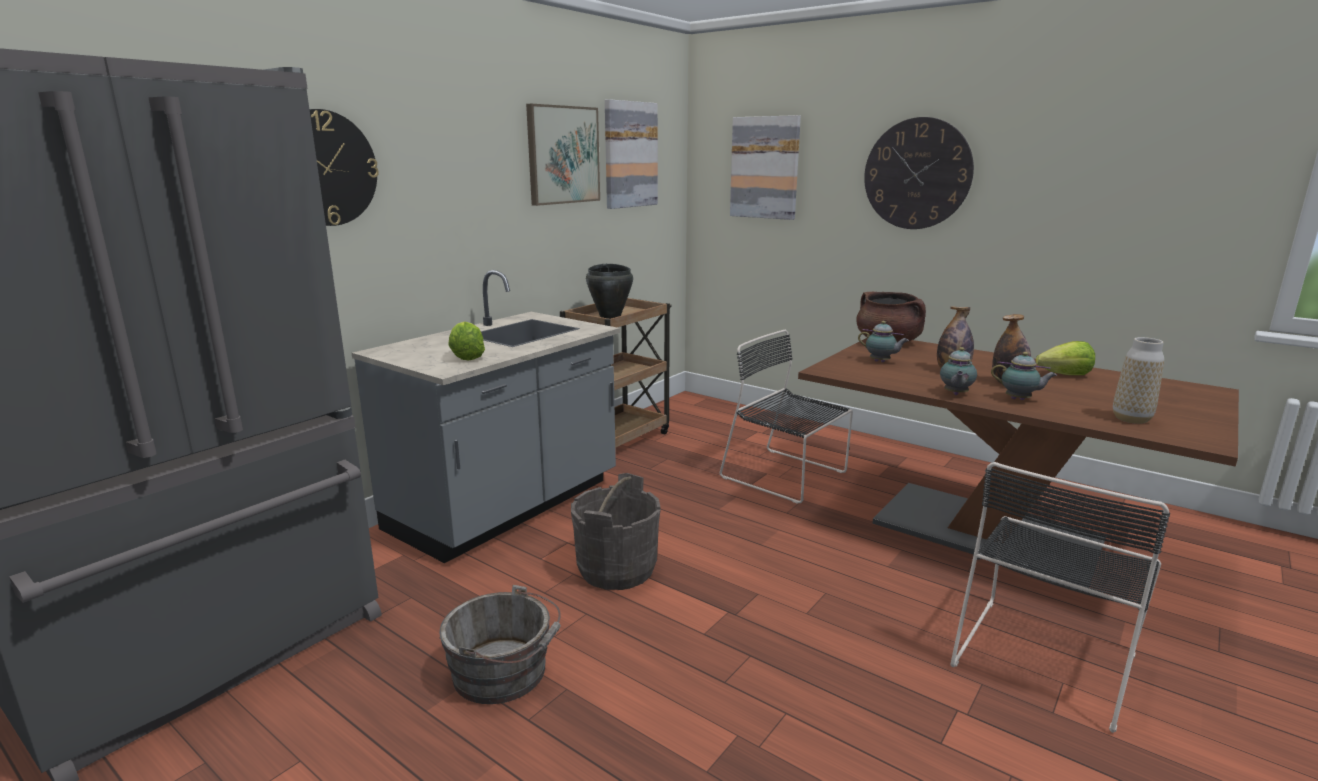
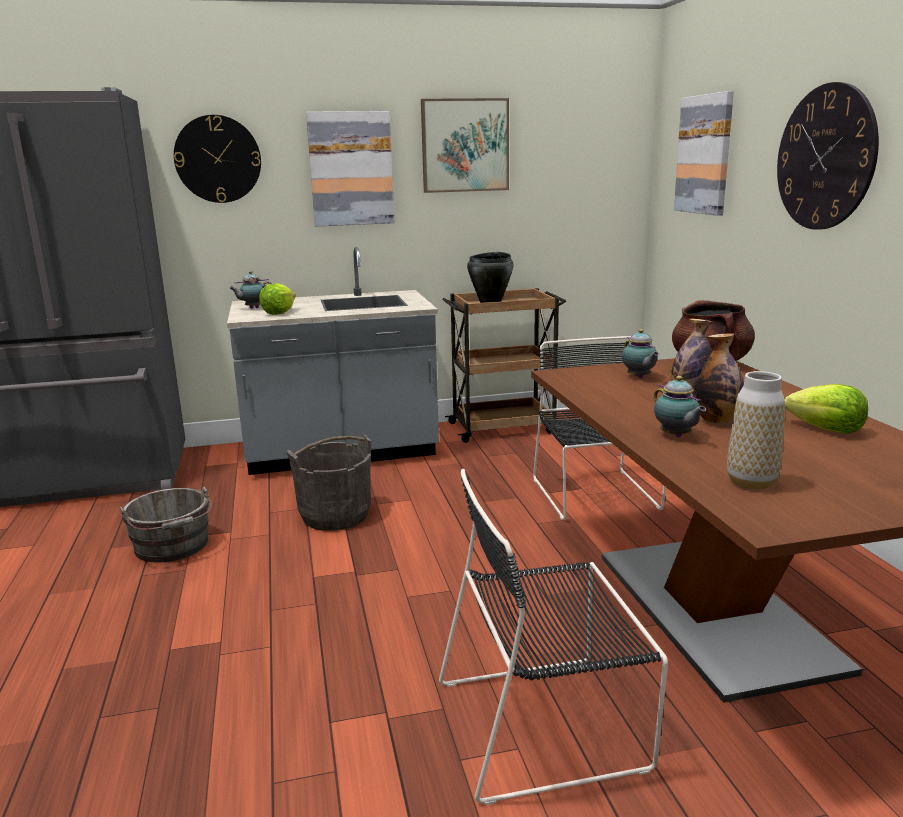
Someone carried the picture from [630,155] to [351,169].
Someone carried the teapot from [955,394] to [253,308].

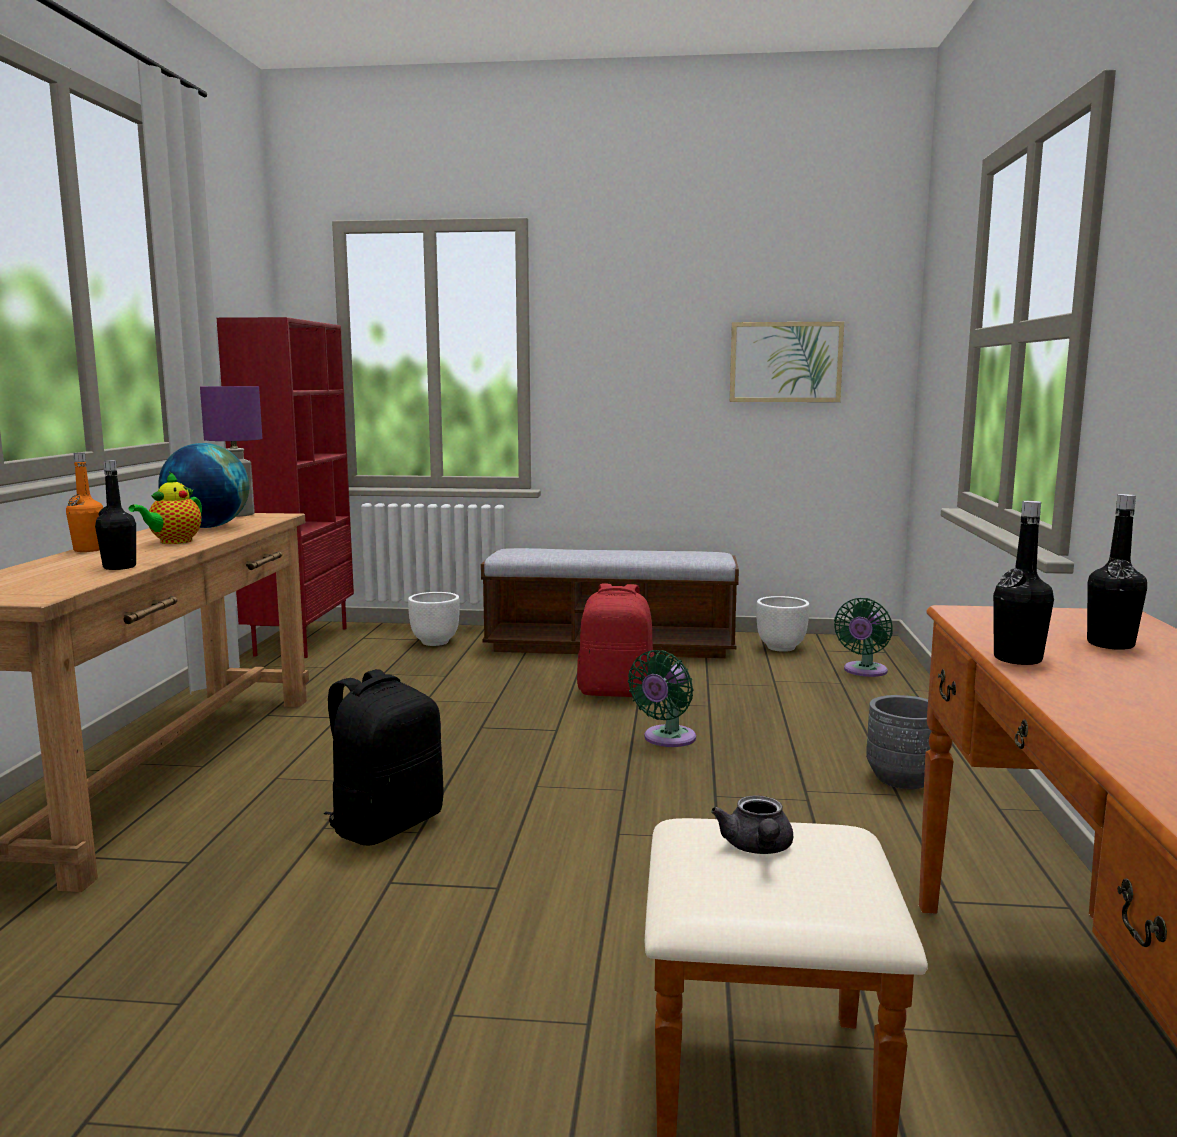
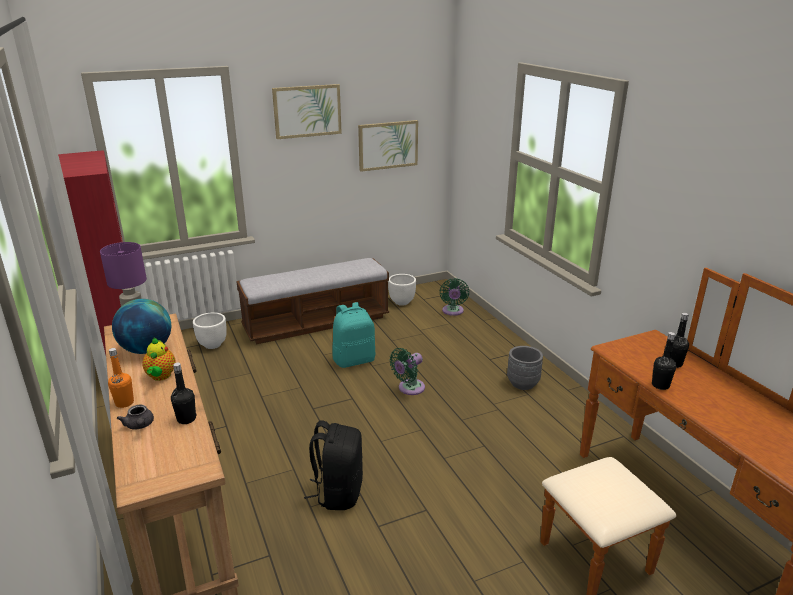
Someone repainted the red backpack at [616,692], which became the turquoise backpack at [354,360].
Someone rotated the green fan at [666,739] by 45 degrees clockwise.
Someone carried the grey teapot from [757,848] to [139,426].
Someone put up the picture at [307,111].

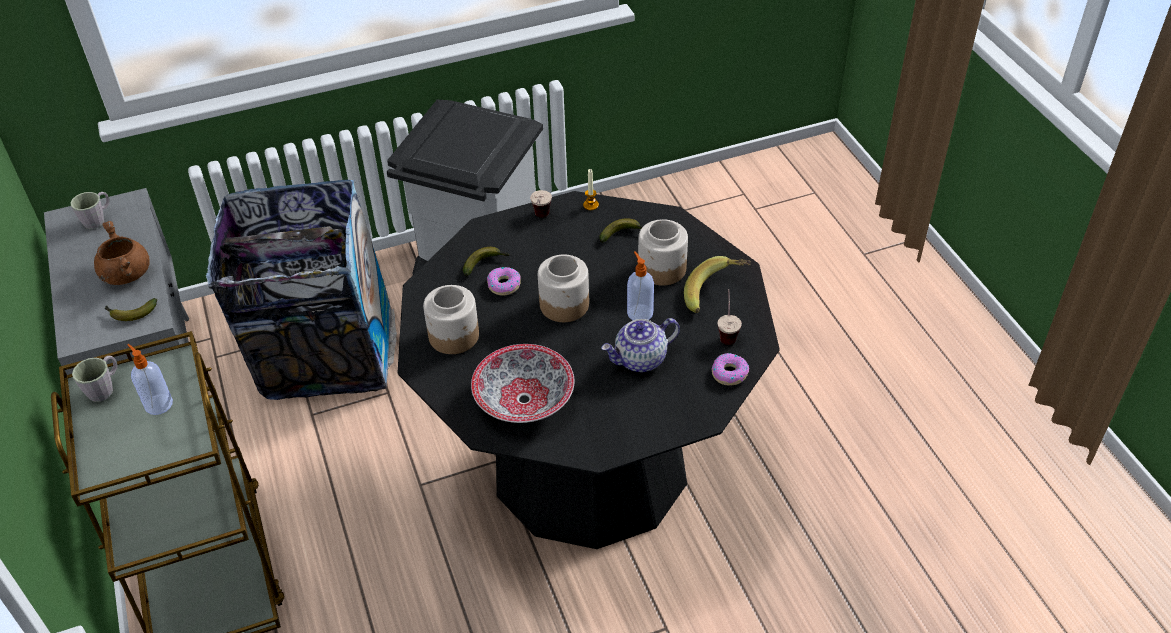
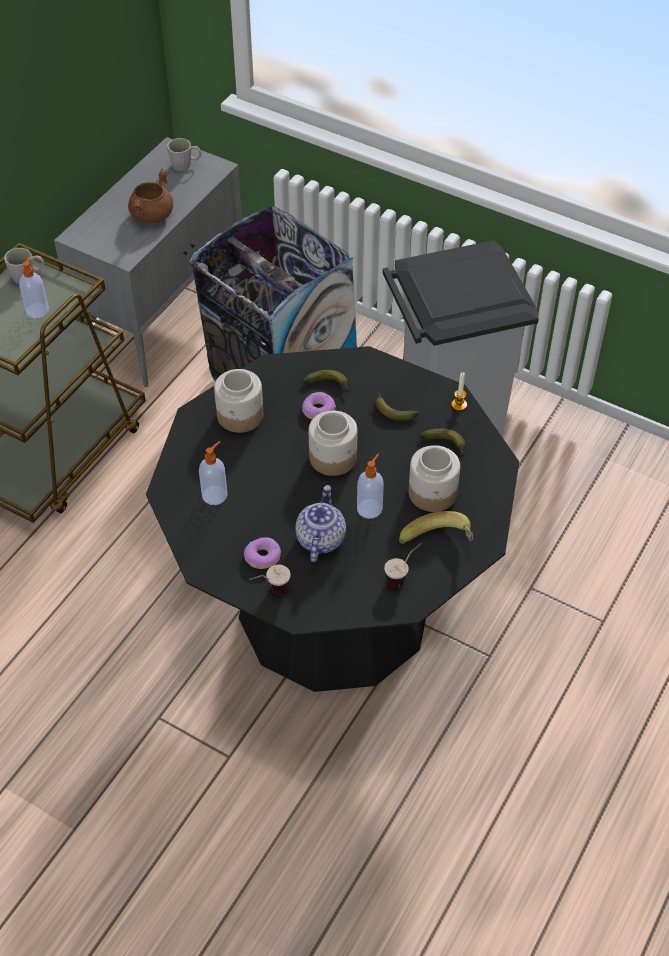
Someone carried the banana from [130,313] to [392,410].
Someone swapped the bowl at [523,400] for the soap dispenser at [215,495].
Someone carried the cup from [540,219] to [270,592].
Someone rotated the teapot at [640,360] by 75 degrees clockwise.
Someone carried the donut from [729,373] to [262,556].

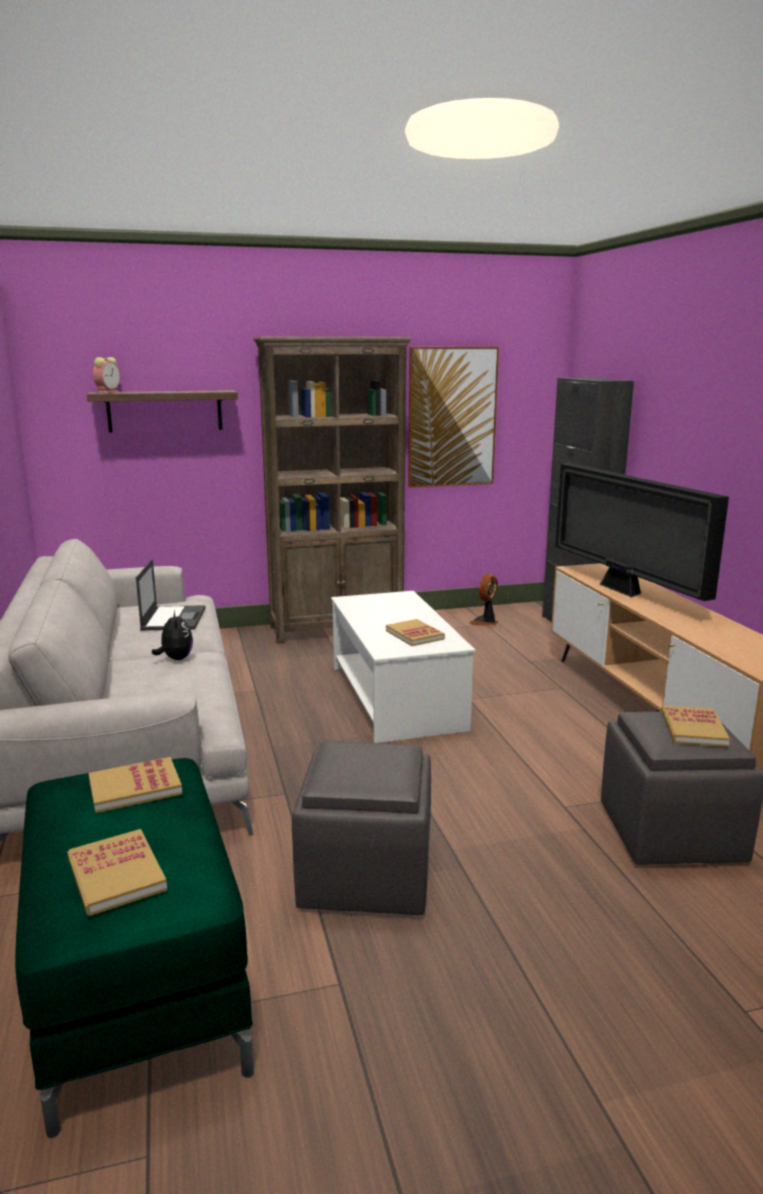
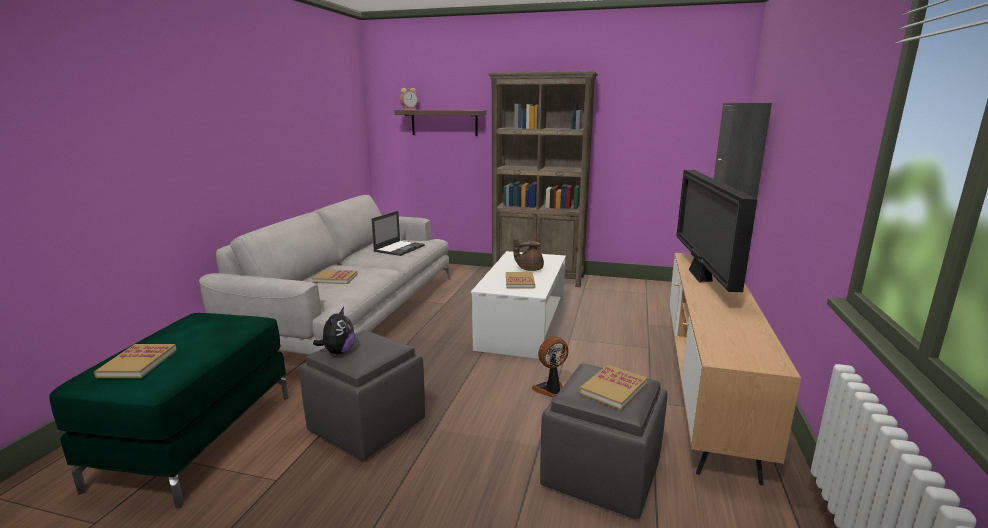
Someone carried the book from [135,788] to [335,278].
Someone carried the plush toy from [176,659] to [338,352].
Someone took away the picture at [451,417].
Someone carried the fan from [485,622] to [551,390].
Someone put down the brown teapot at [529,269].

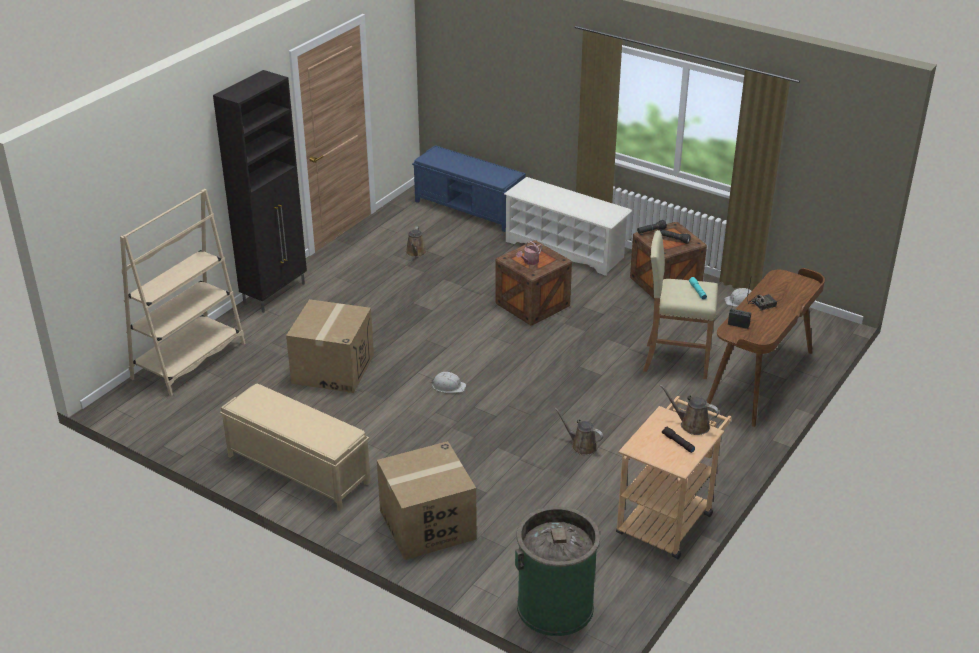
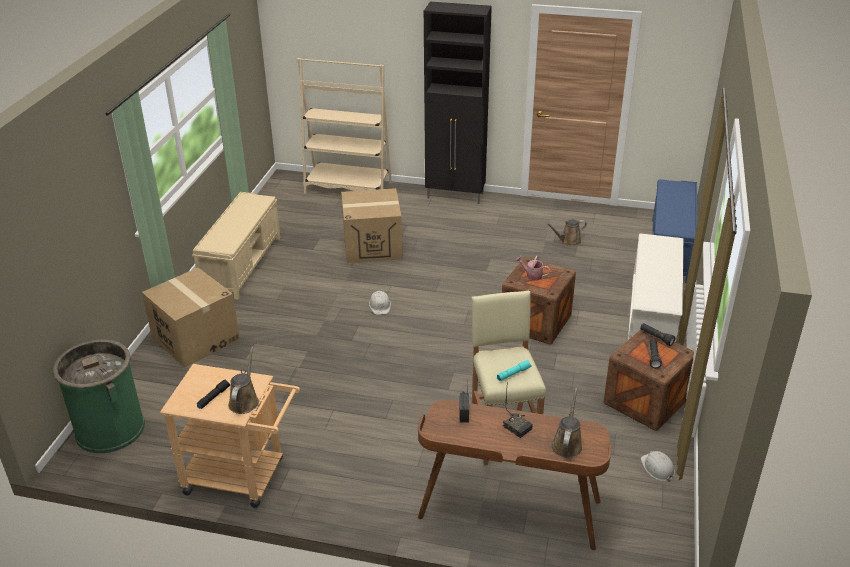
Someone carried the brown watering can from [581,446] to [567,444].

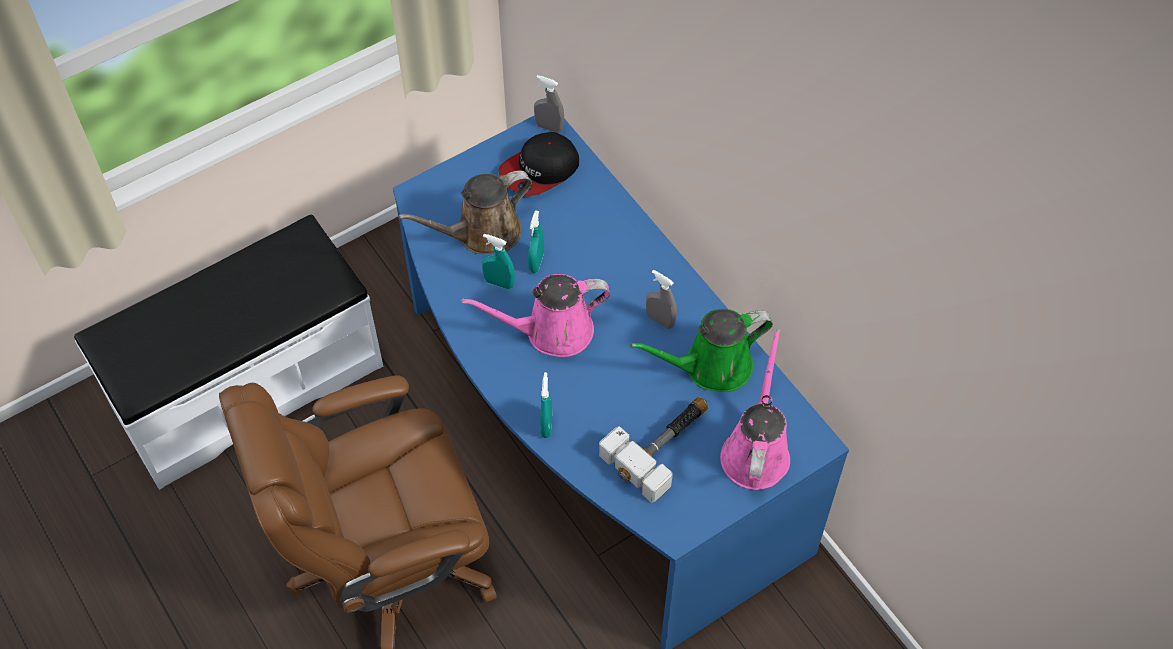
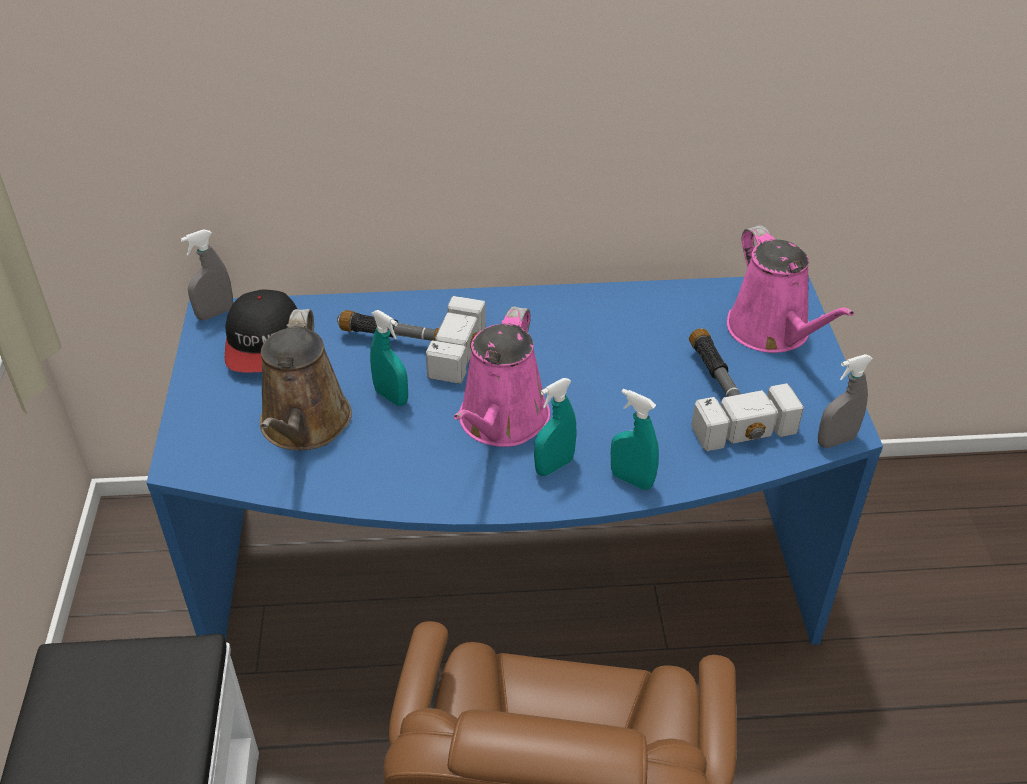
Someone carried the turquoise spray bottle from [499,283] to [554,466].
Someone took away the green watering can at [711,367].
Someone carried the grey spray bottle from [660,320] to [836,441].
Someone rotated the pink watering can at [756,451] by 150 degrees counterclockwise.
Someone put down the hammer at [409,344].

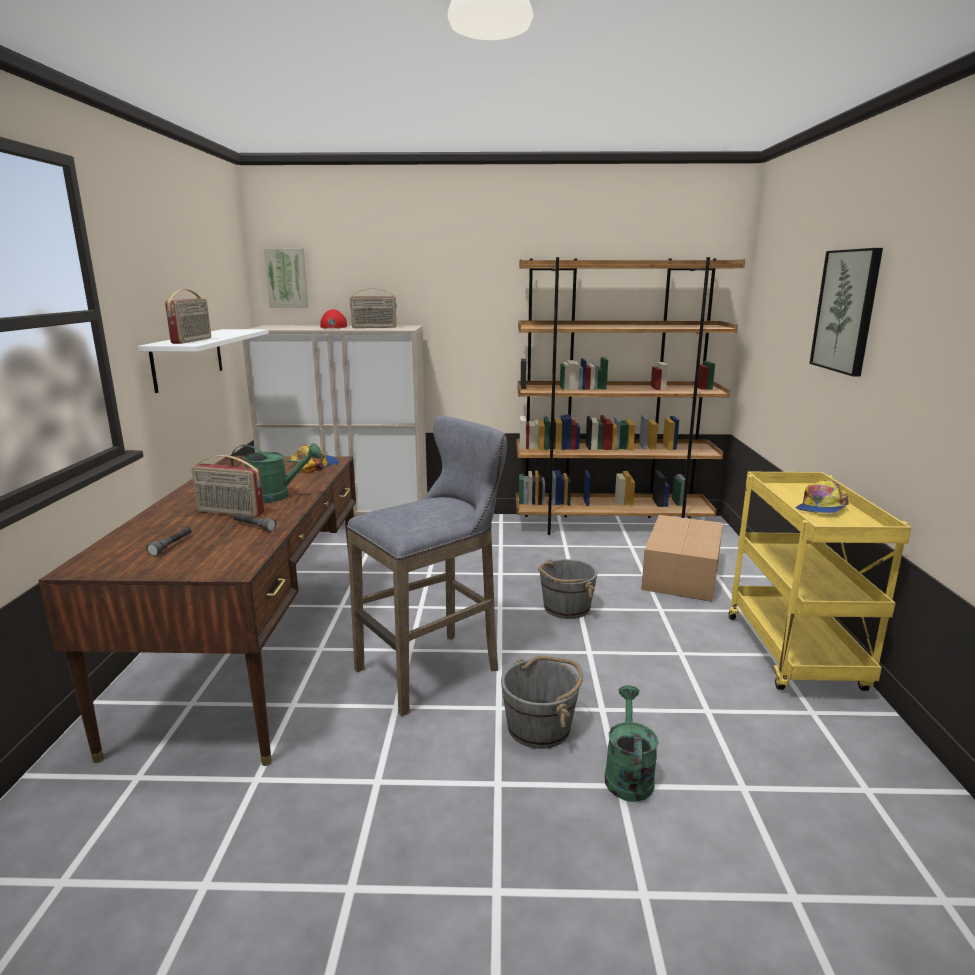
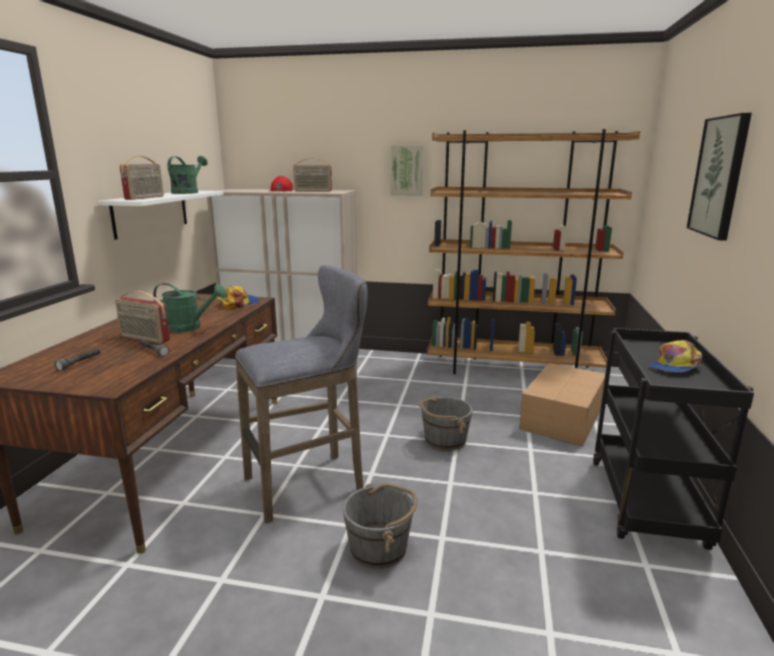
Someone carried the picture from [287,278] to [407,170].
Someone carried the green watering can from [627,774] to [188,192].
Someone repainted the yellow cart at [795,654], which became the black cart at [648,505].

